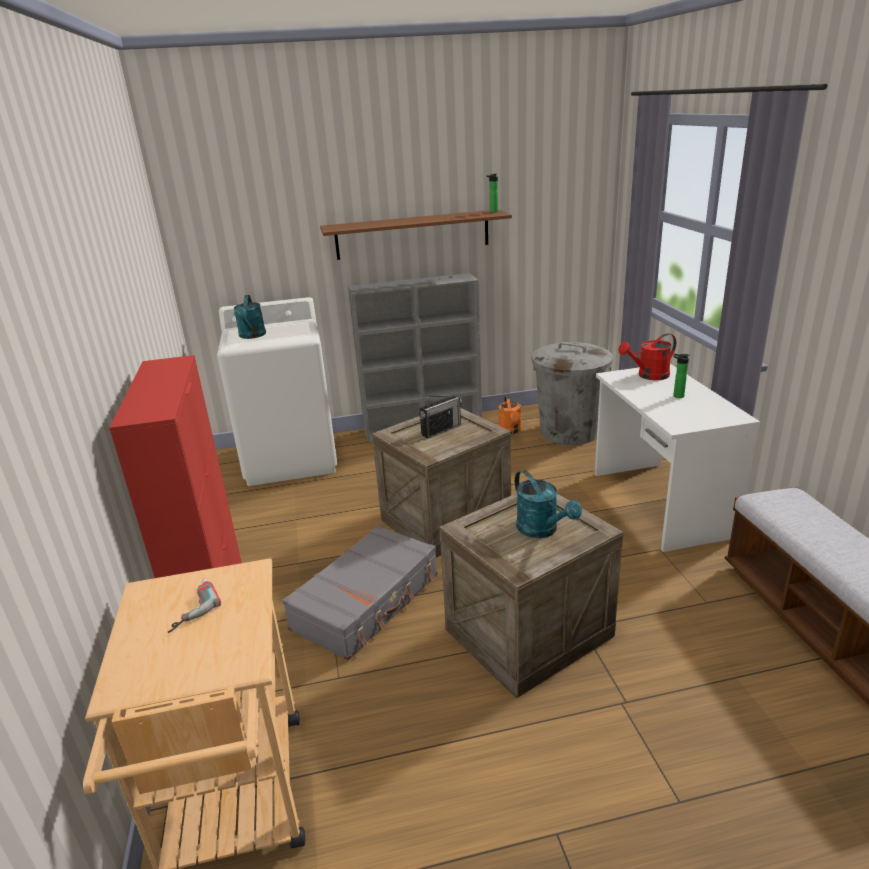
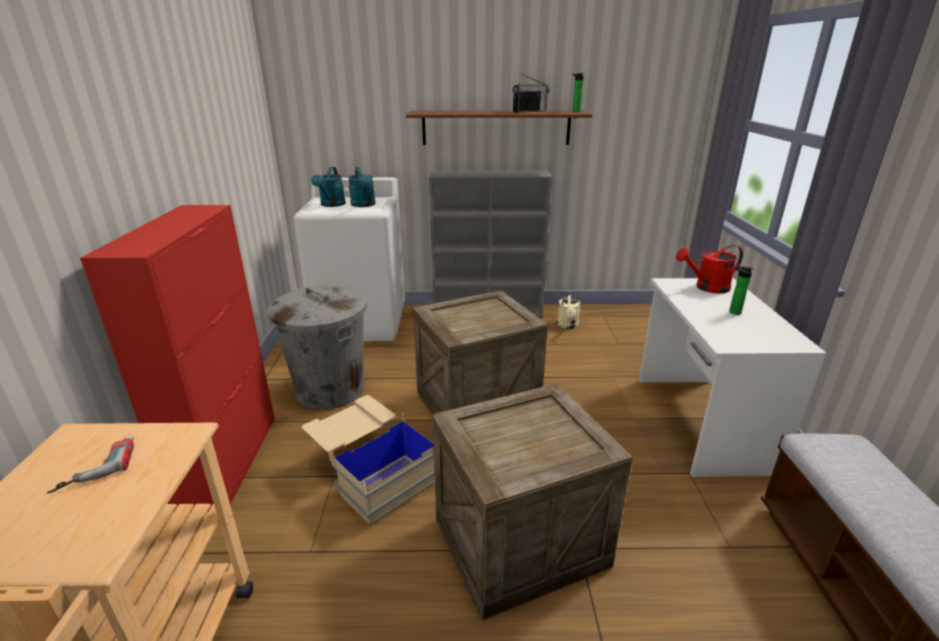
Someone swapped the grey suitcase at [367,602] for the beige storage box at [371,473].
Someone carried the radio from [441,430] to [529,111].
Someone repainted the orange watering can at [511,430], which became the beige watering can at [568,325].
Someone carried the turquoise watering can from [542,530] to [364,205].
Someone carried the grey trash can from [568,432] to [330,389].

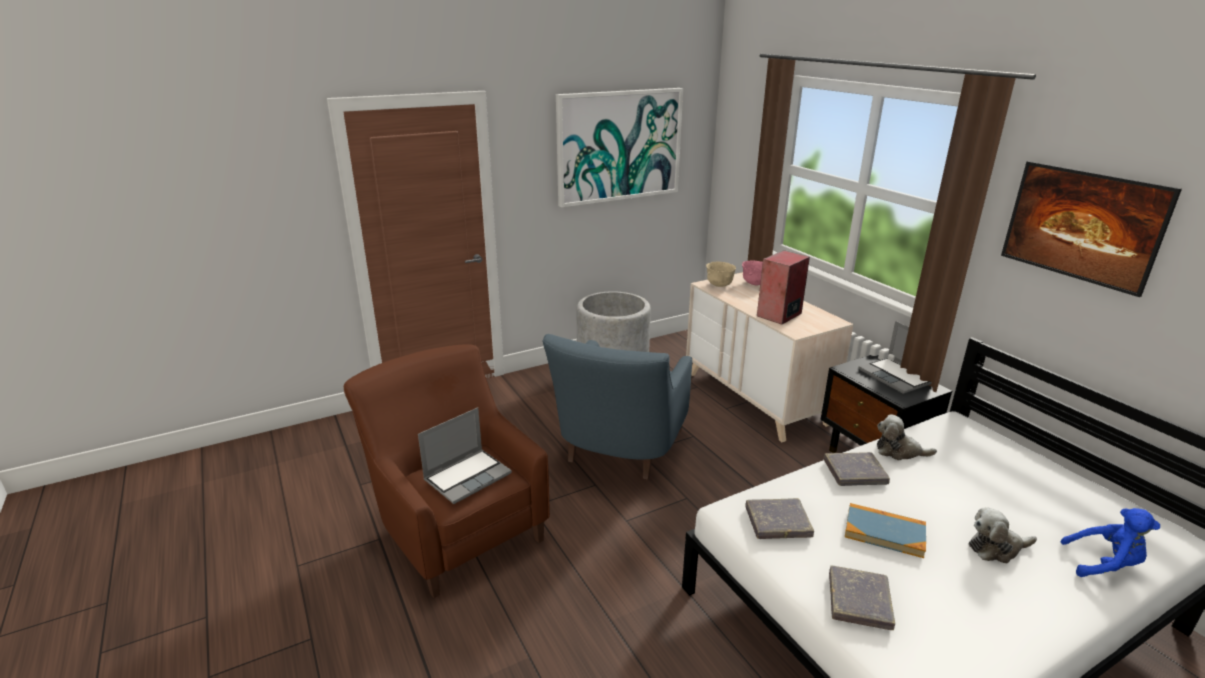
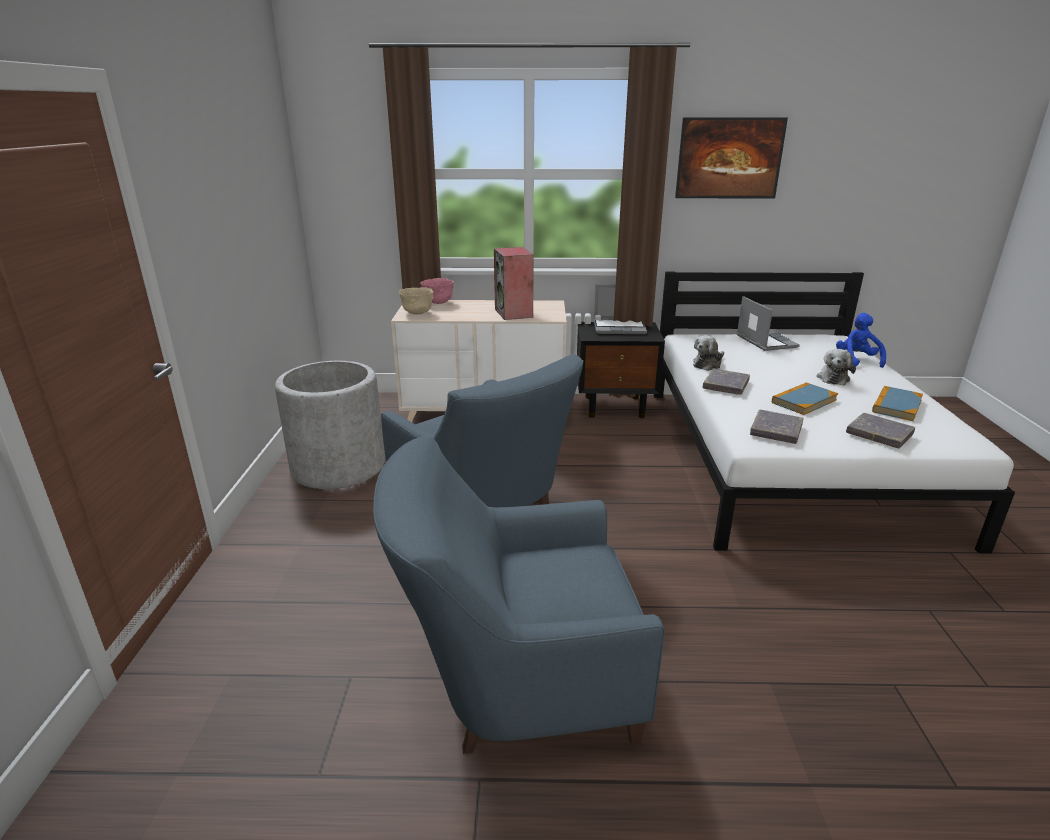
Someone repainted the brown armchair at [455,527], which became the blue armchair at [516,684].
Someone carried the laptop from [468,476] to [765,341].
Someone took away the picture at [619,146].
Someone rotated the blue plush toy at [1104,564] by 45 degrees counterclockwise.
Someone put down the book at [896,406].

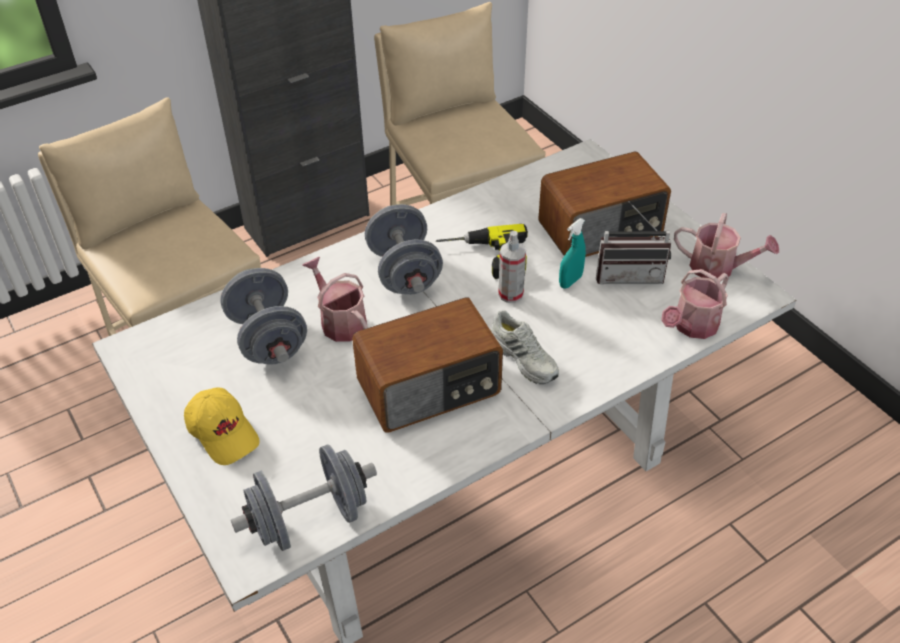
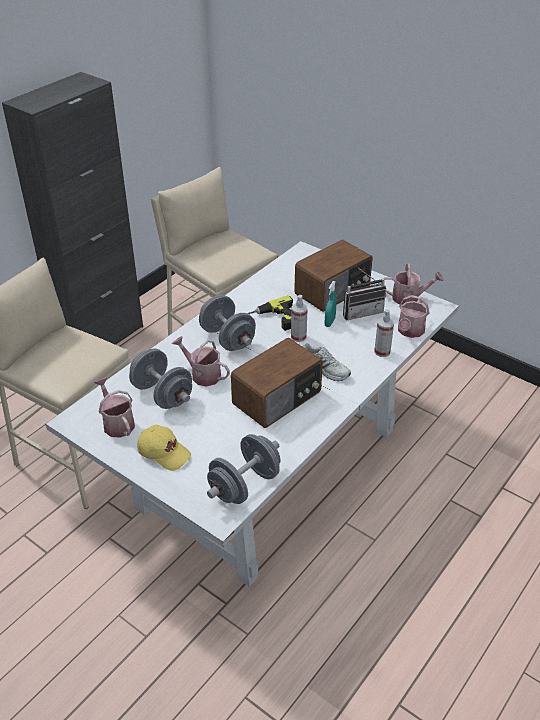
Someone put down the watering can at [117,423].
Someone put down the spray bottle at [382,351].

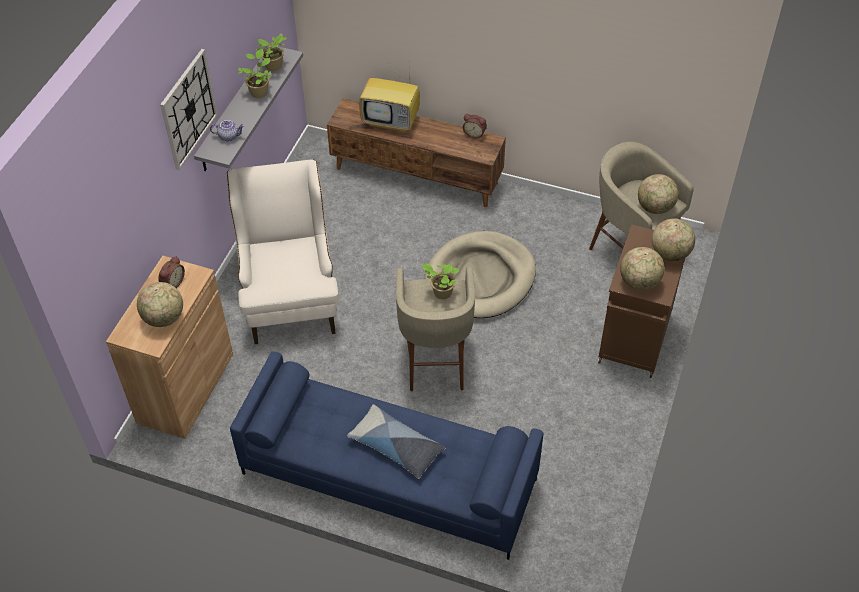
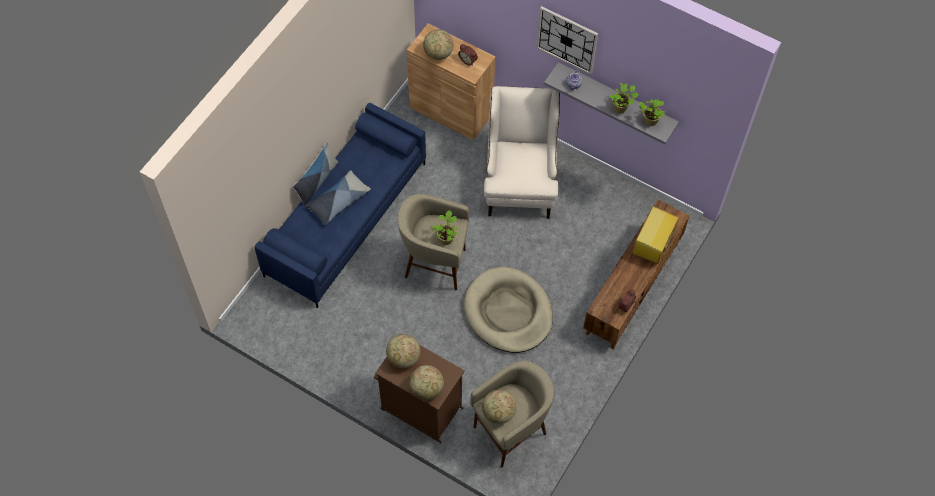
Someone rotated the beige armchair at [290,295] by 90 degrees counterclockwise.
Someone put down the pillow at [317,182].

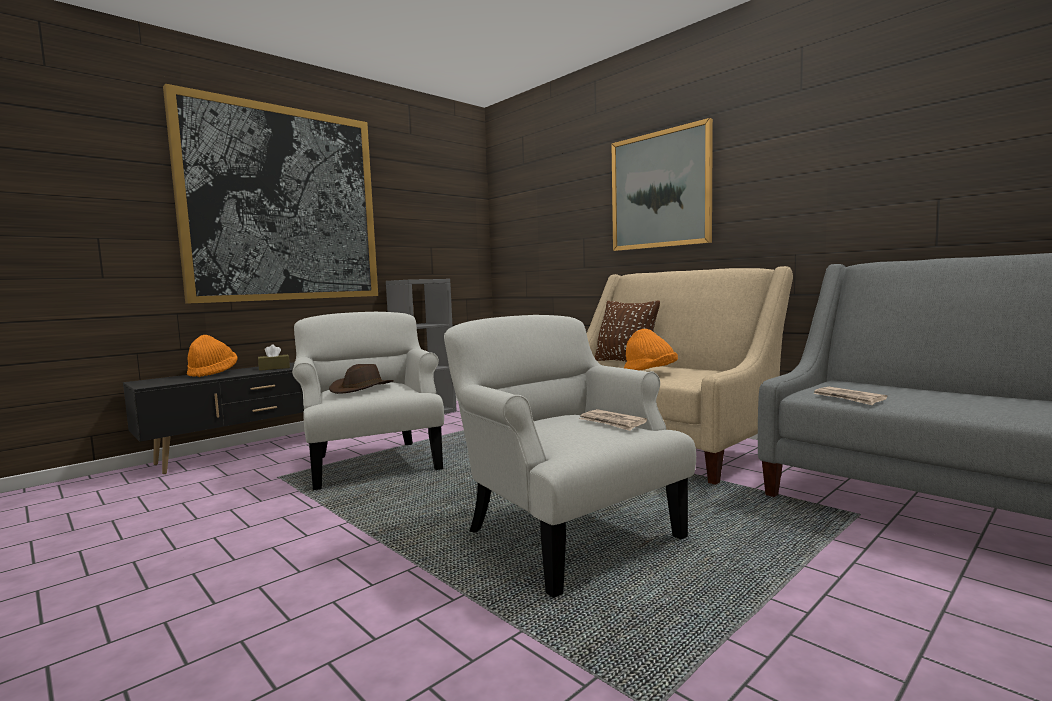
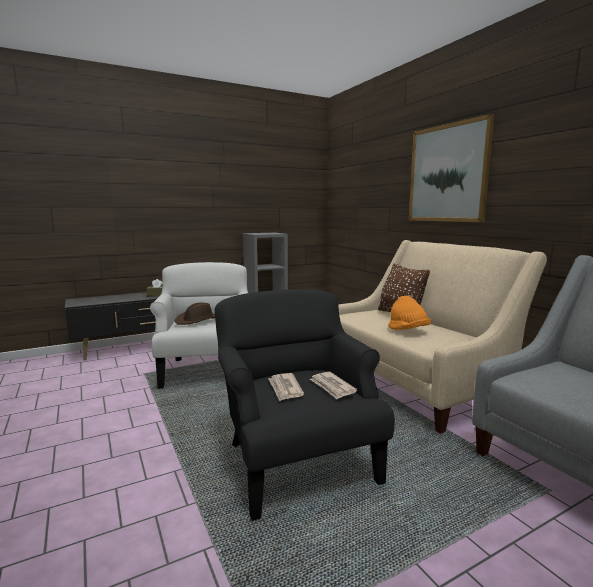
Someone took away the picture at [282,205].
Someone took away the orange hat at [213,373].
Someone repainted the white armchair at [566,534], which became the black armchair at [296,460].
Someone carried the newspaper from [849,398] to [285,388].

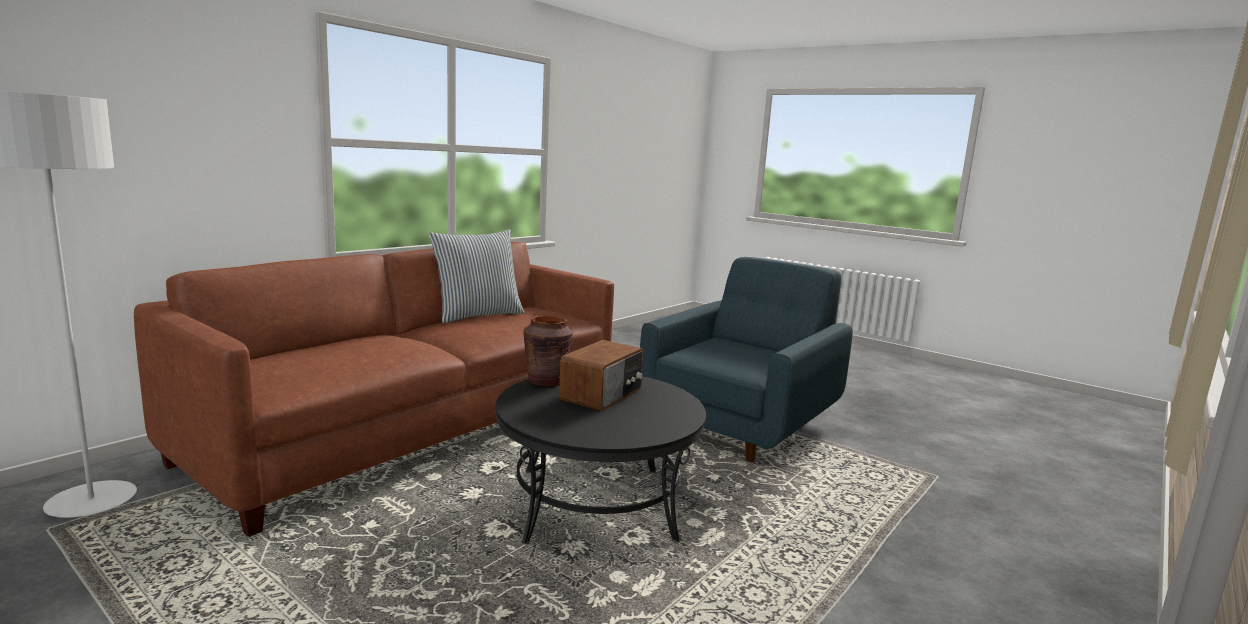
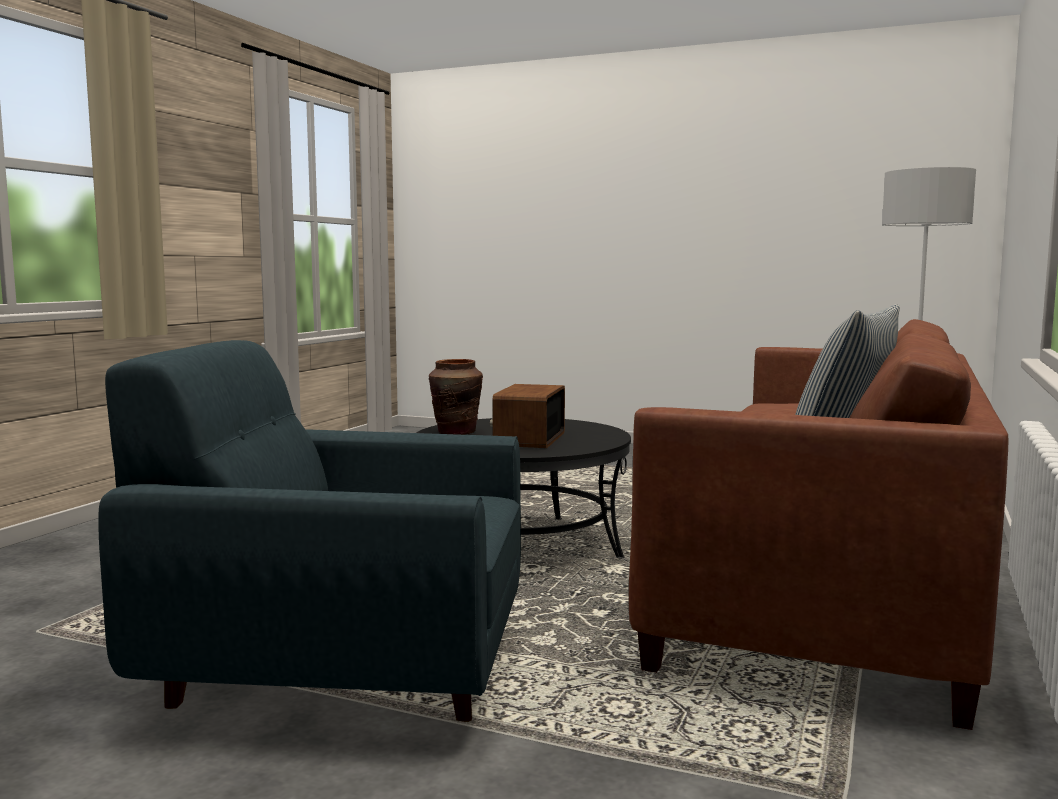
Someone carried the brown vase from [546,381] to [456,432].
Someone rotated the blue armchair at [741,425] by 75 degrees clockwise.

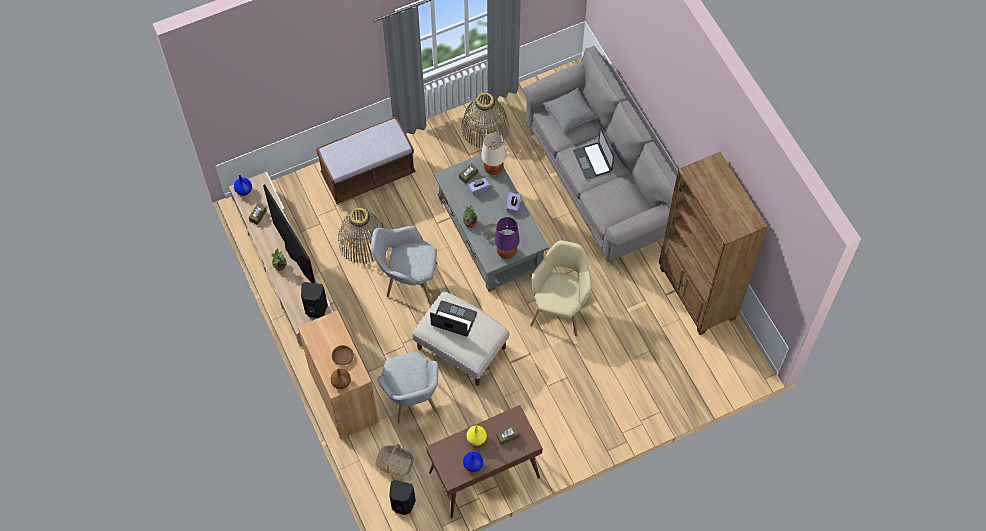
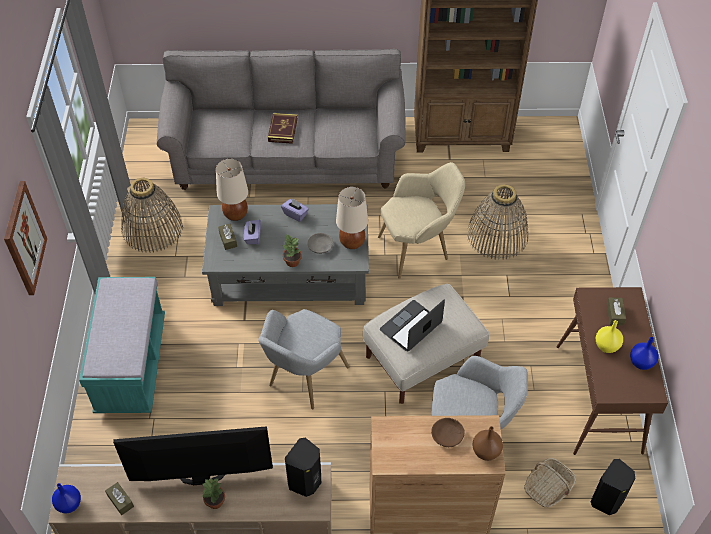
Someone repainted the brown bench at [368,175], which became the turquoise bench at [131,365].
Someone carried the basket from [363,241] to [497,235].
Someone repainted the purple table lamp at [507,252], which became the beige table lamp at [352,242].
Someone rotated the beige armchair at [559,307] by 120 degrees clockwise.
Someone took away the grey pillow at [570,115].
Someone swapped the laptop at [592,161] for the book at [283,130].
Someone put up the picture at [24,238].

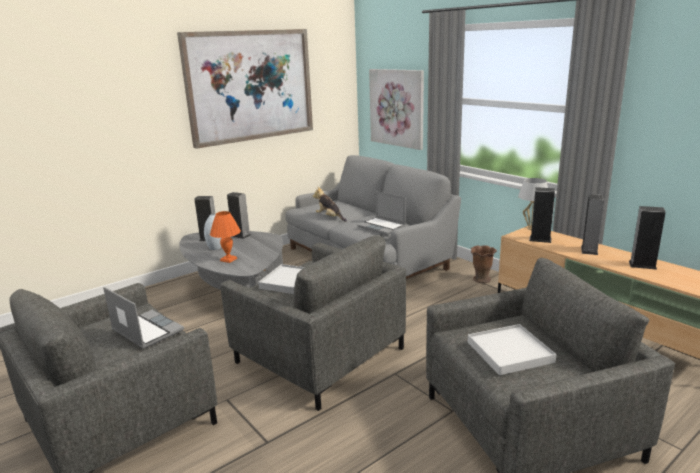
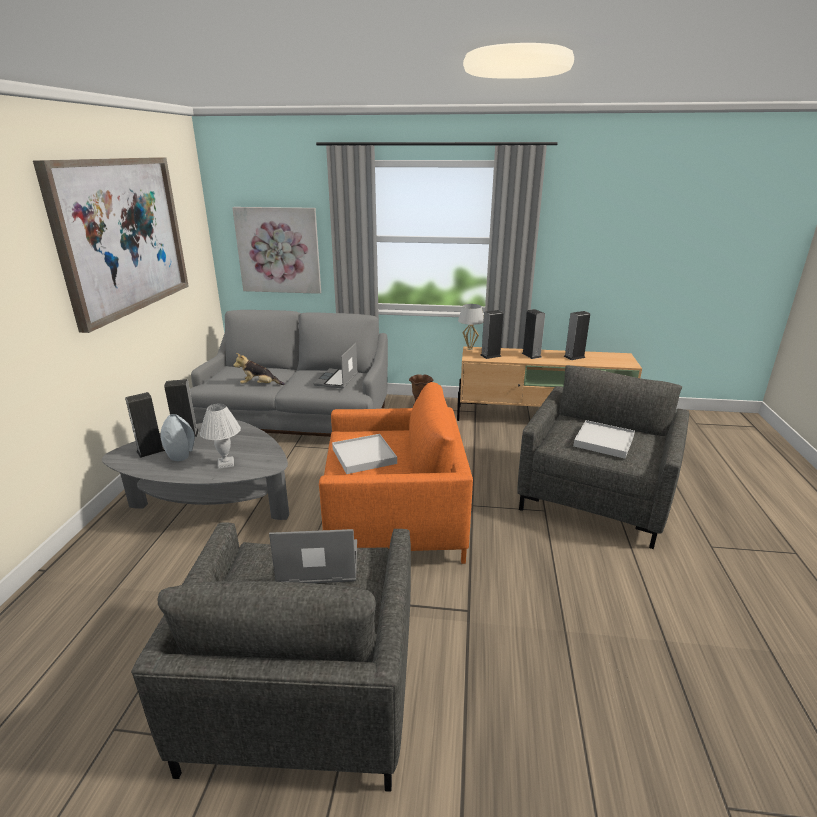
Someone repainted the orange table lamp at [228,259], which became the white table lamp at [225,464].
Someone repainted the grey armchair at [319,356], which became the orange armchair at [395,522].
Someone rotated the laptop at [382,227] by 105 degrees clockwise.

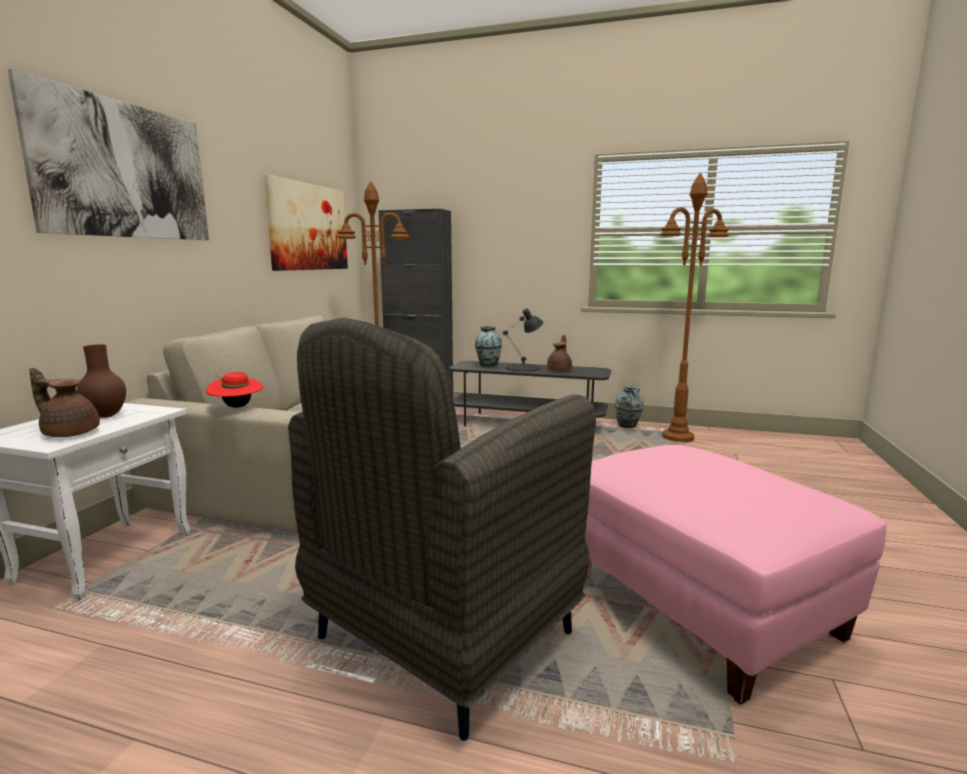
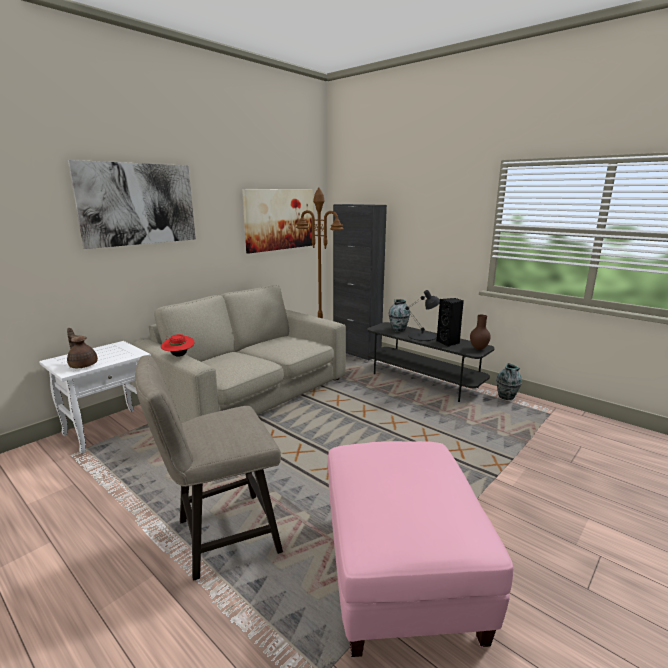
Someone carried the brown vase from [105,416] to [478,348].
Someone swapped the grey armchair at [442,638] for the beige stool at [219,537].
Someone swapped the brown teapot at [560,370] for the black speaker at [448,343].
Someone took away the brown floor lamp at [678,437].

